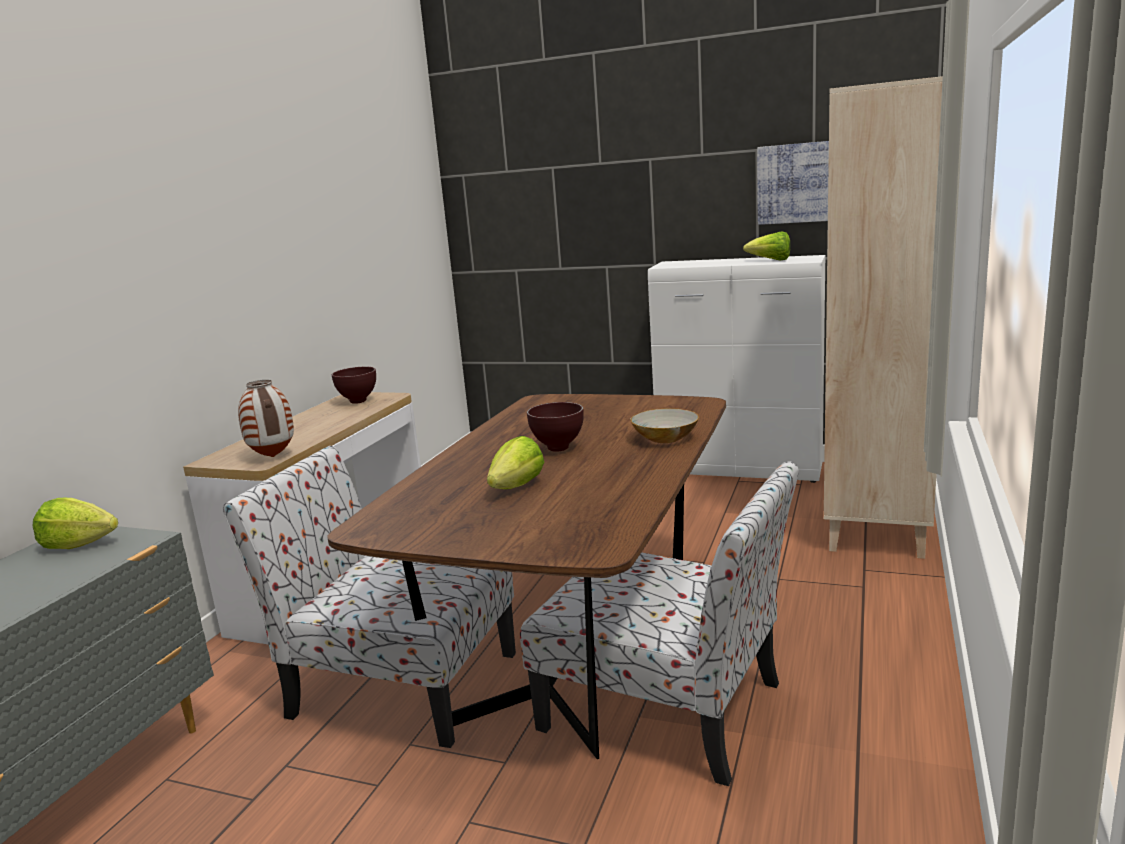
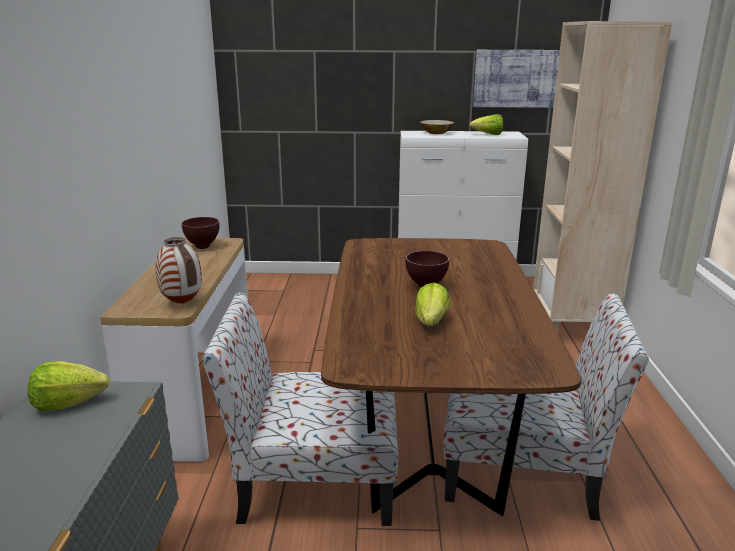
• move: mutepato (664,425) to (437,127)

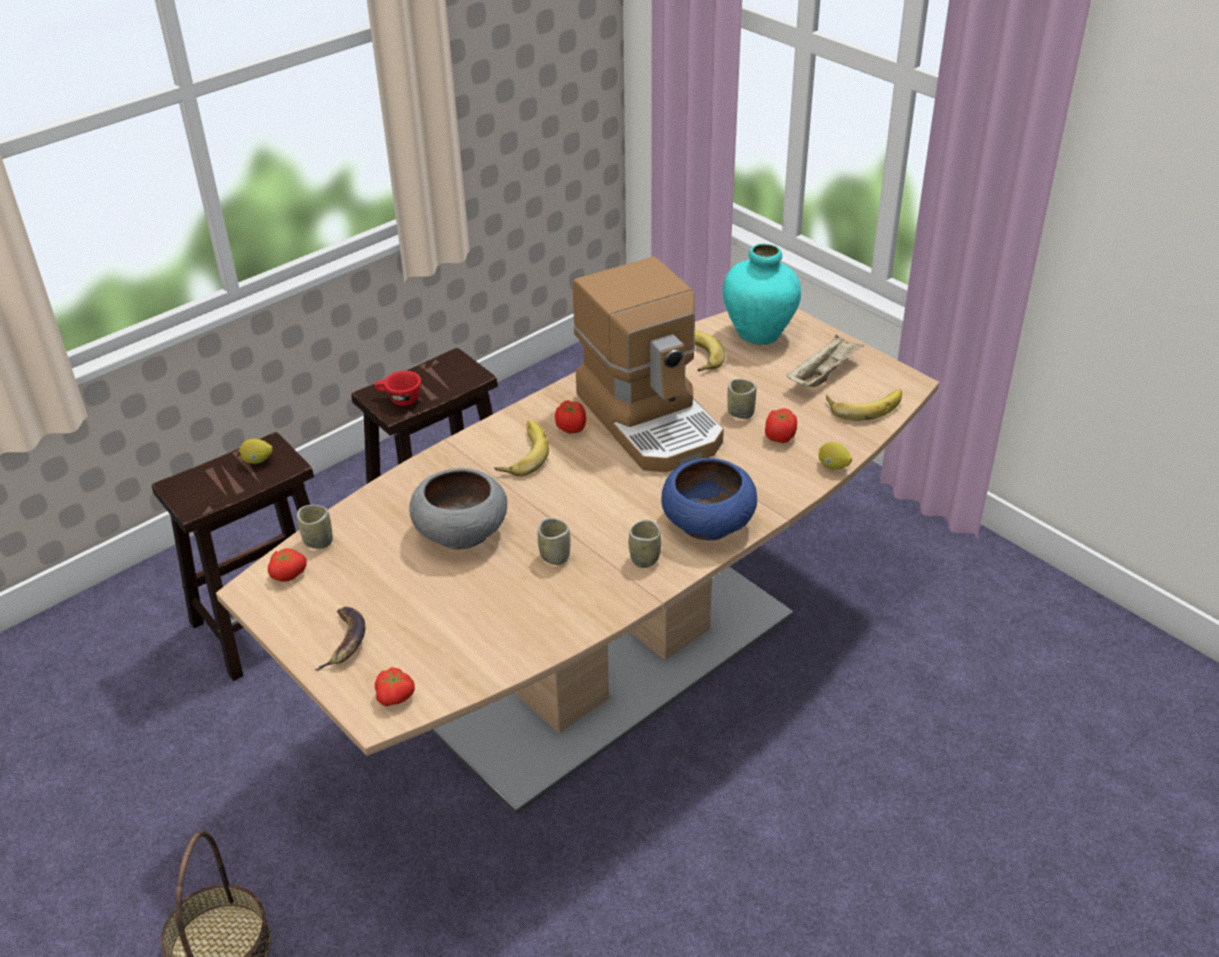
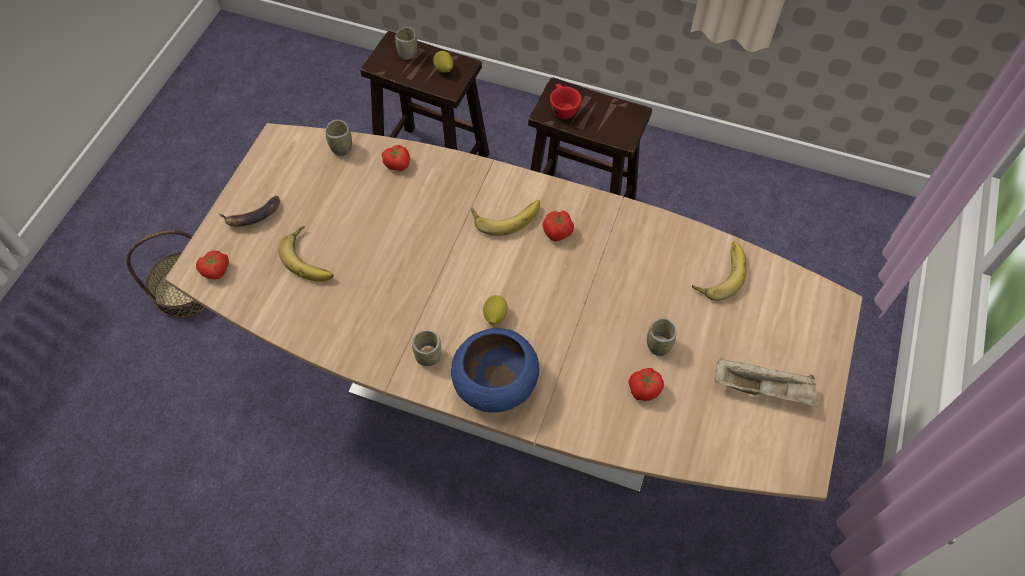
• delete: mutepato (grey) (458,509)
• delete: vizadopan (648,364)
• delete: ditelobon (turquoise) (762,294)
• move: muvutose (287,565) to (396,158)
• move: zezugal (554,541) to (406,43)
• move: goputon (835,456) to (495,310)
• move: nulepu (864,405) to (306,254)

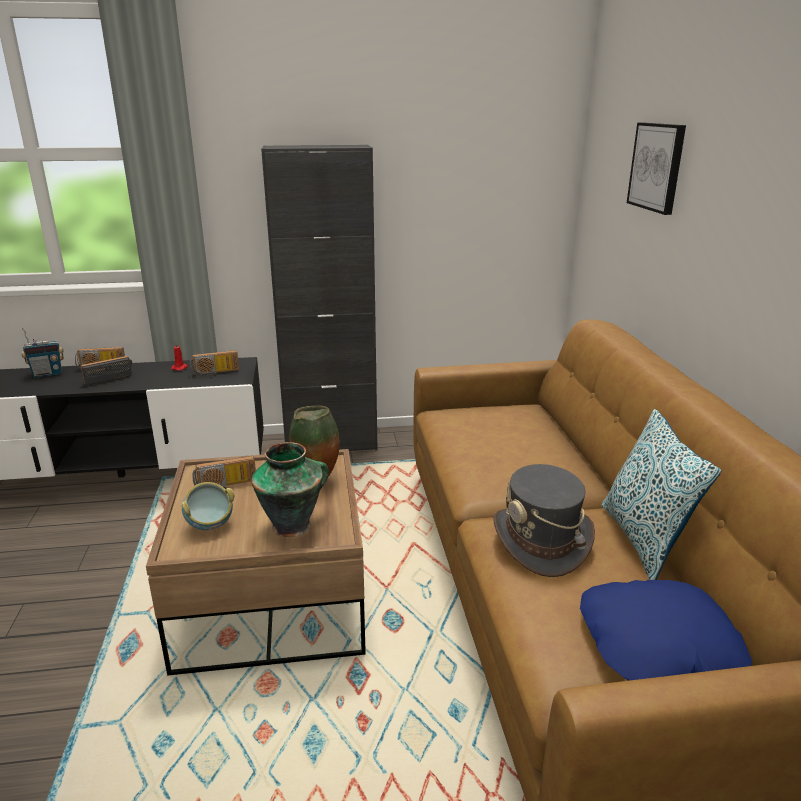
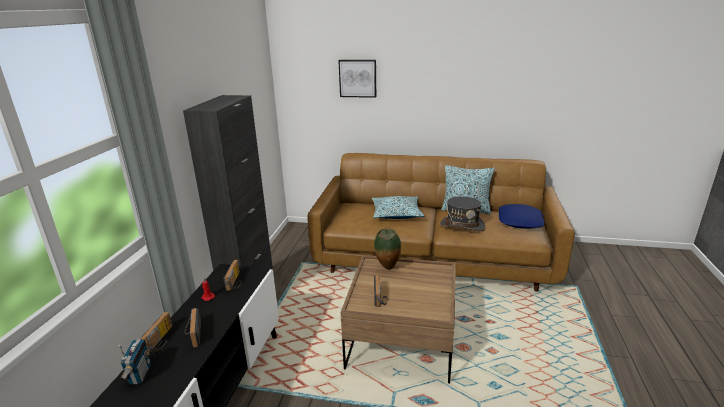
• delete: mutepato (208,506)
• delete: ditelobon (290,489)
• insert: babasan (398,207)

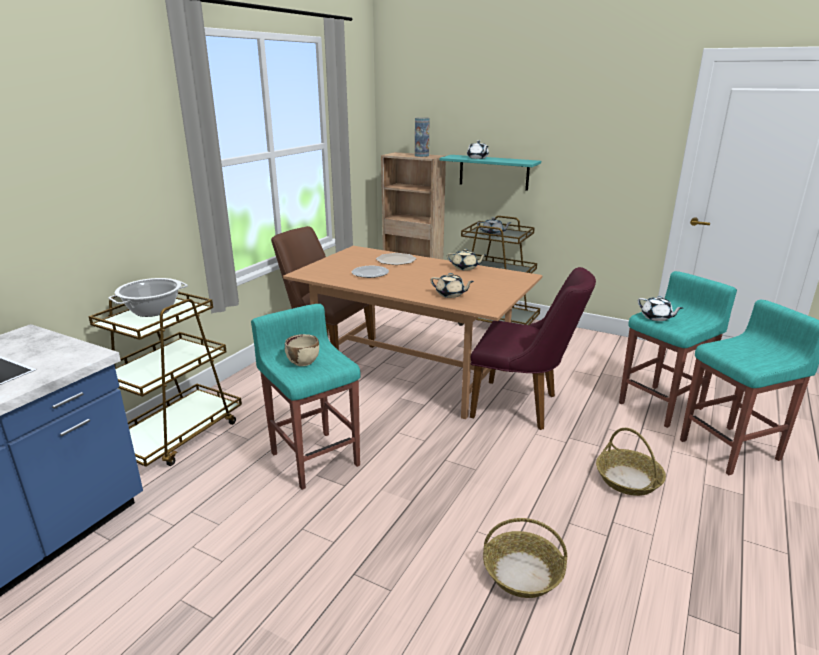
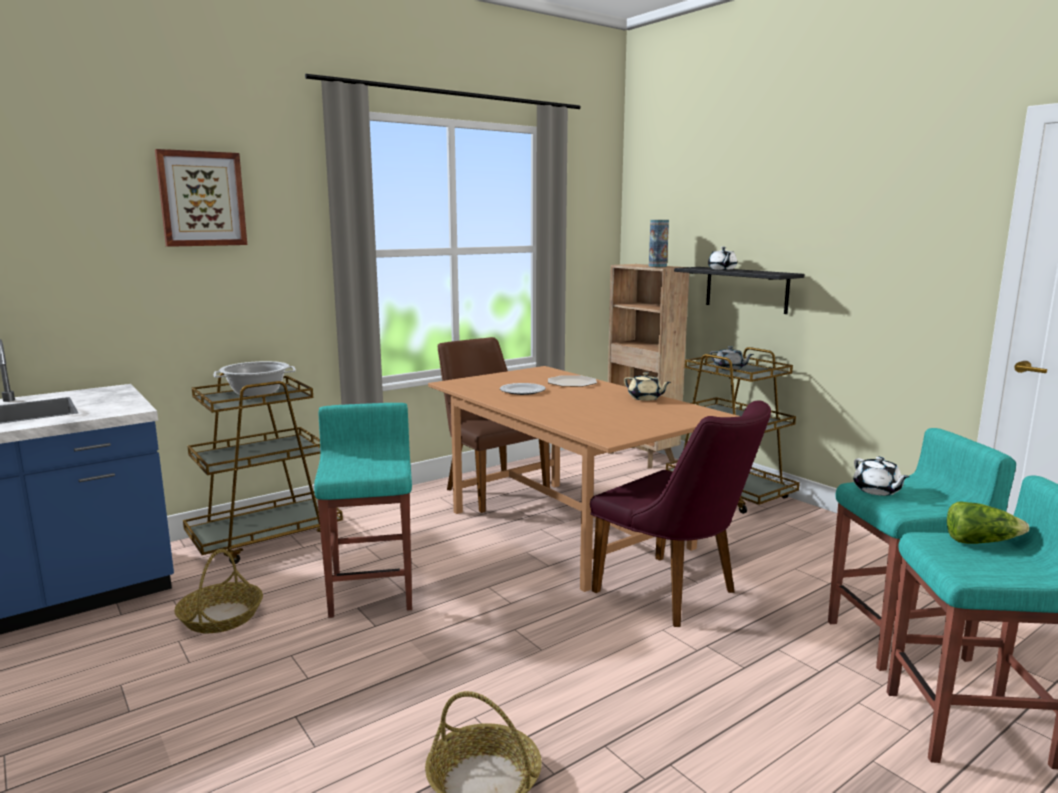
• delete: mutepato (beige) (302,350)
• delete: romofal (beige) (452,285)
• insert: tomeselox (201,198)
• insert: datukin (988,522)
• move: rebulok (631,462) to (218,591)
• recolor: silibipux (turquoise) (490,173) to silibipux (black) (739,290)

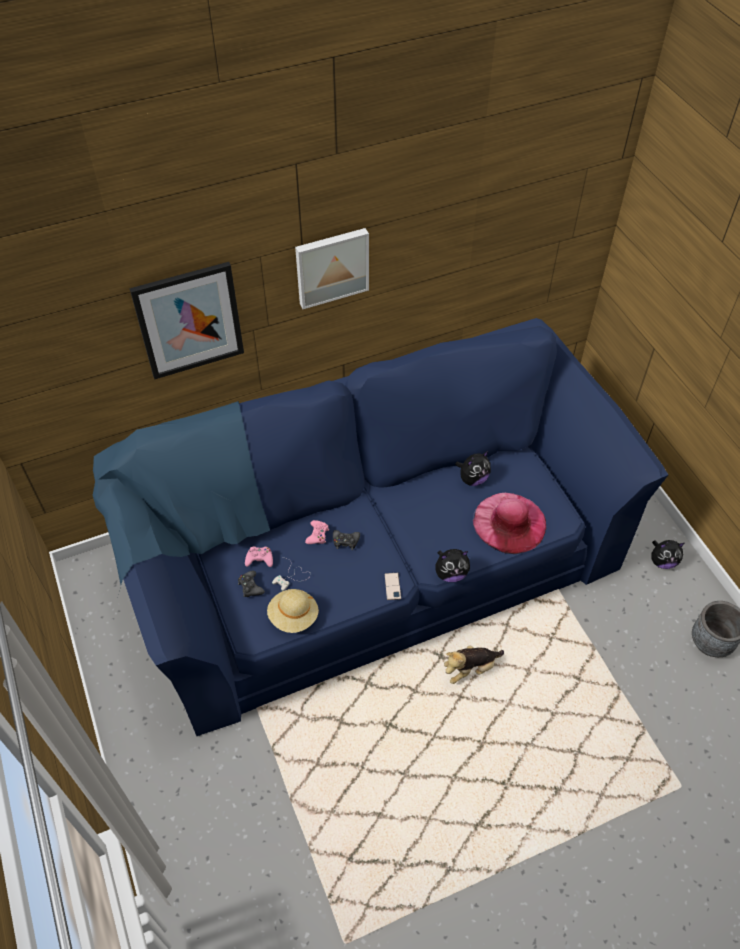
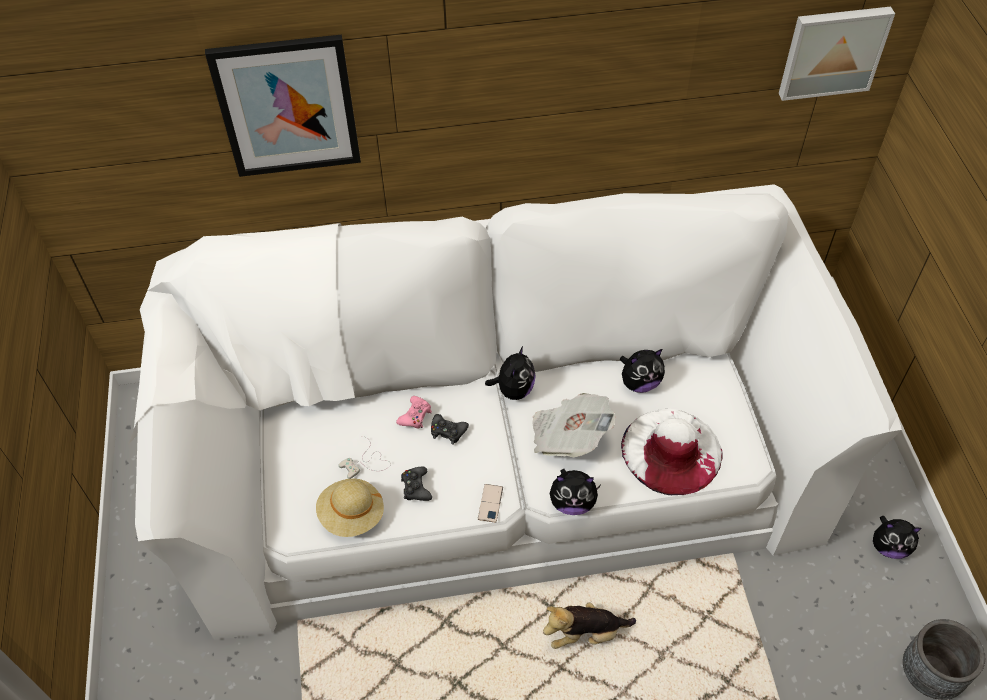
• delete: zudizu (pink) (259,556)
• insert: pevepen (510,373)
• insert: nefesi (574,425)
• move: zudizu (black) (251,584) to (416,484)
• move: tomeselox (332,268) to (837,53)
• recolor: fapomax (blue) (380,527) to fapomax (white) (515,411)
• recolor: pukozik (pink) (509,523) to pukozik (white) (672,452)

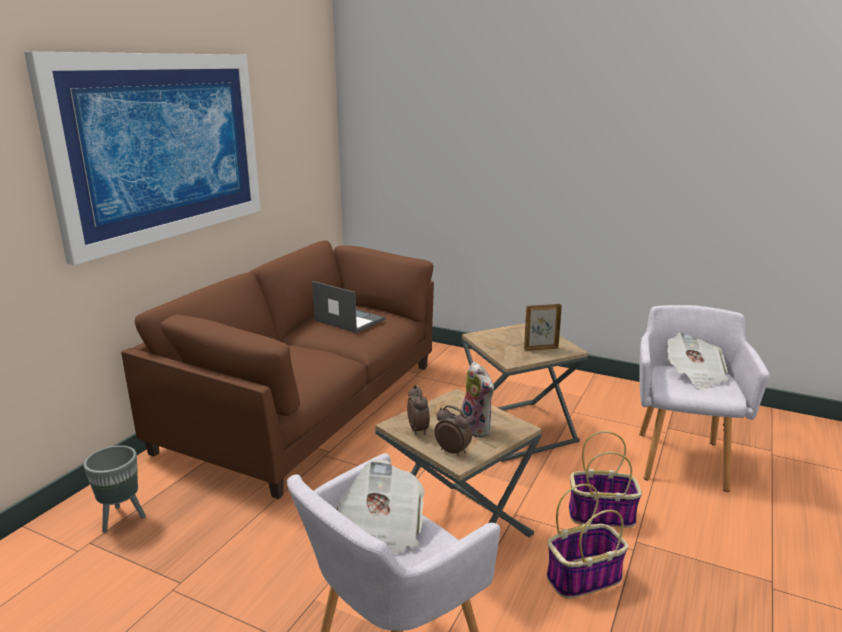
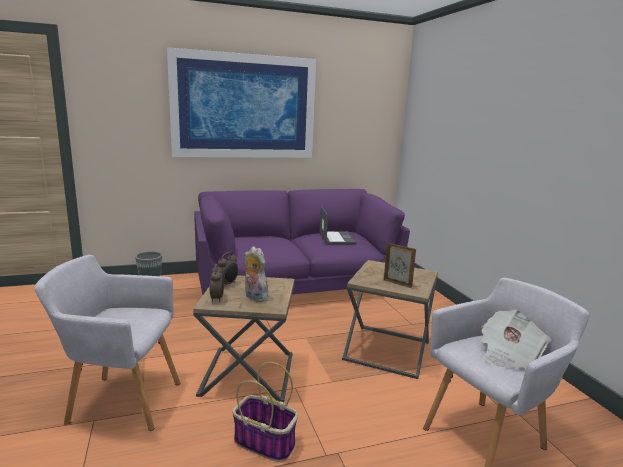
• delete: nefesi (380,506)
• delete: rebulok (605,479)
• recolor: fapomax (brown) (277,370) to fapomax (purple) (302,242)
• rotate: pevepen (477,399) = (256,274) 120 degrees clockwise

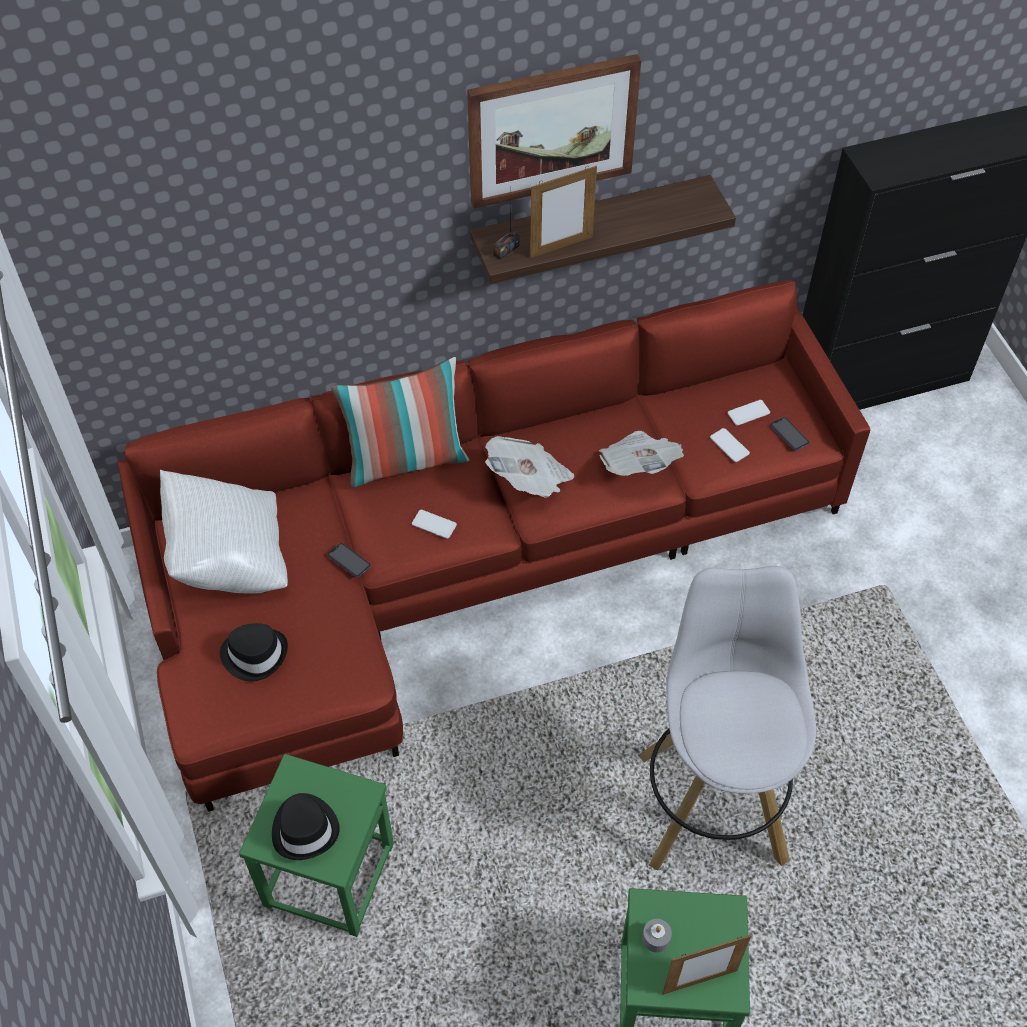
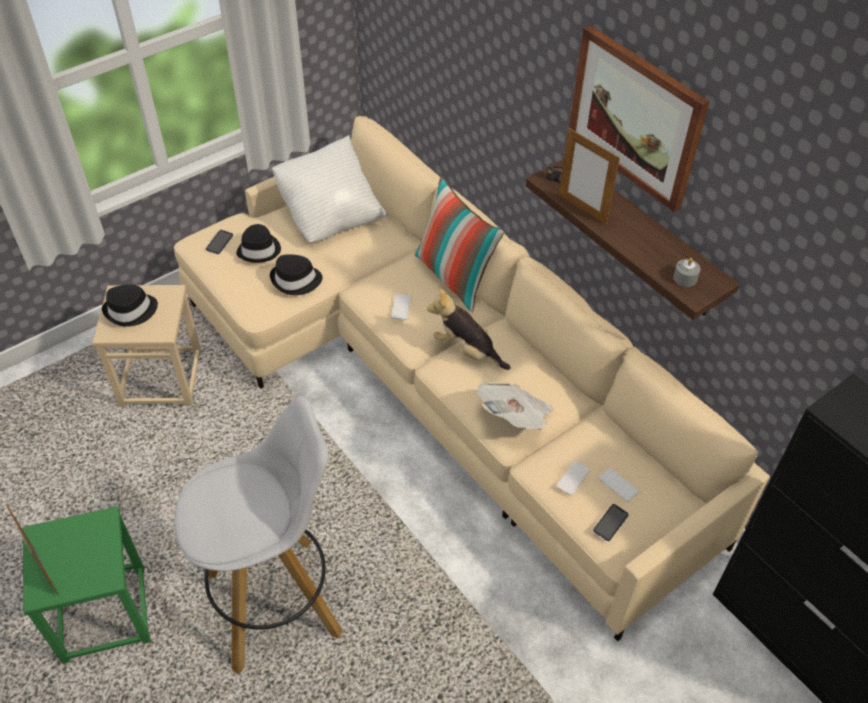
• insert: pukozik (black) (296,274)
• move: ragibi (349,560) to (219,242)
• move: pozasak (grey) (657,935) to (687,272)
• replace: nefesi (529,467) to pevepen (469,329)
• recolor: fapomax (red) (494,546) to fapomax (beige) (472,378)
• recolor: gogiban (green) (316,845) to gogiban (beige) (147,346)

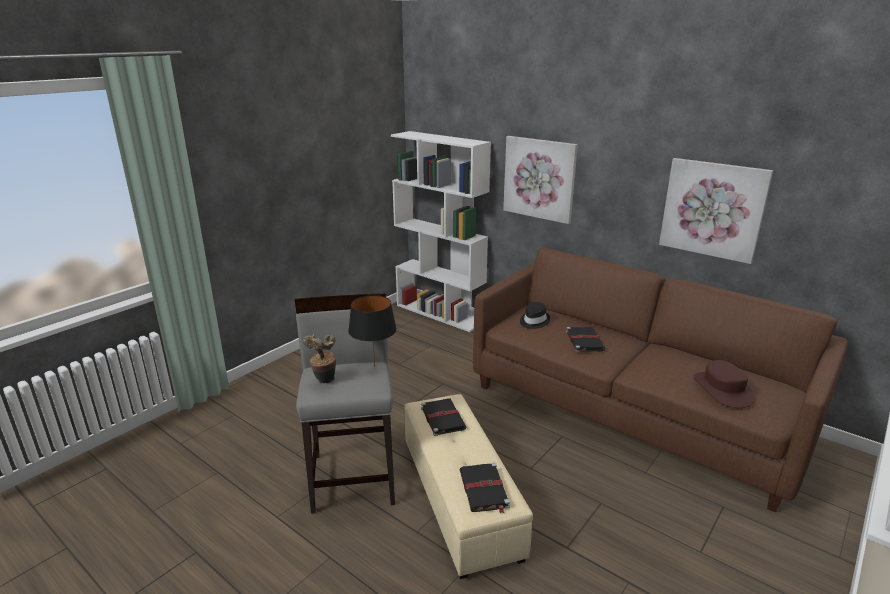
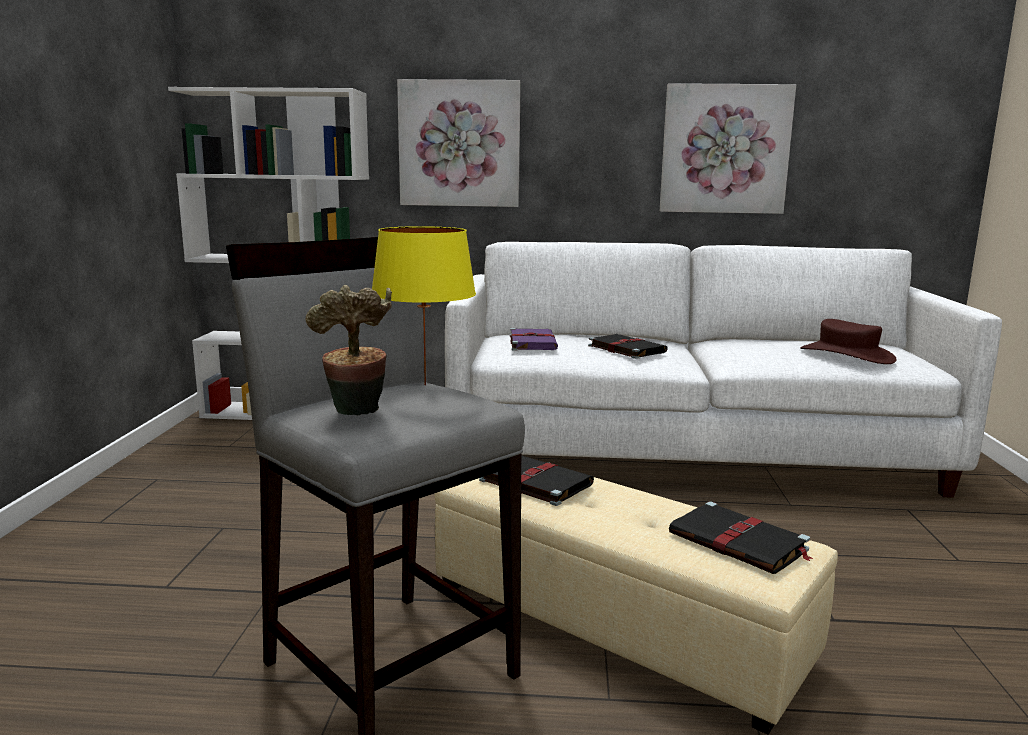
• replace: pukozik (black) (535,315) to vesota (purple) (534,339)
• recolor: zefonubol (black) (372,331) to zefonubol (yellow) (424,305)
• recolor: fapomax (brown) (660,380) to fapomax (white) (723,370)

